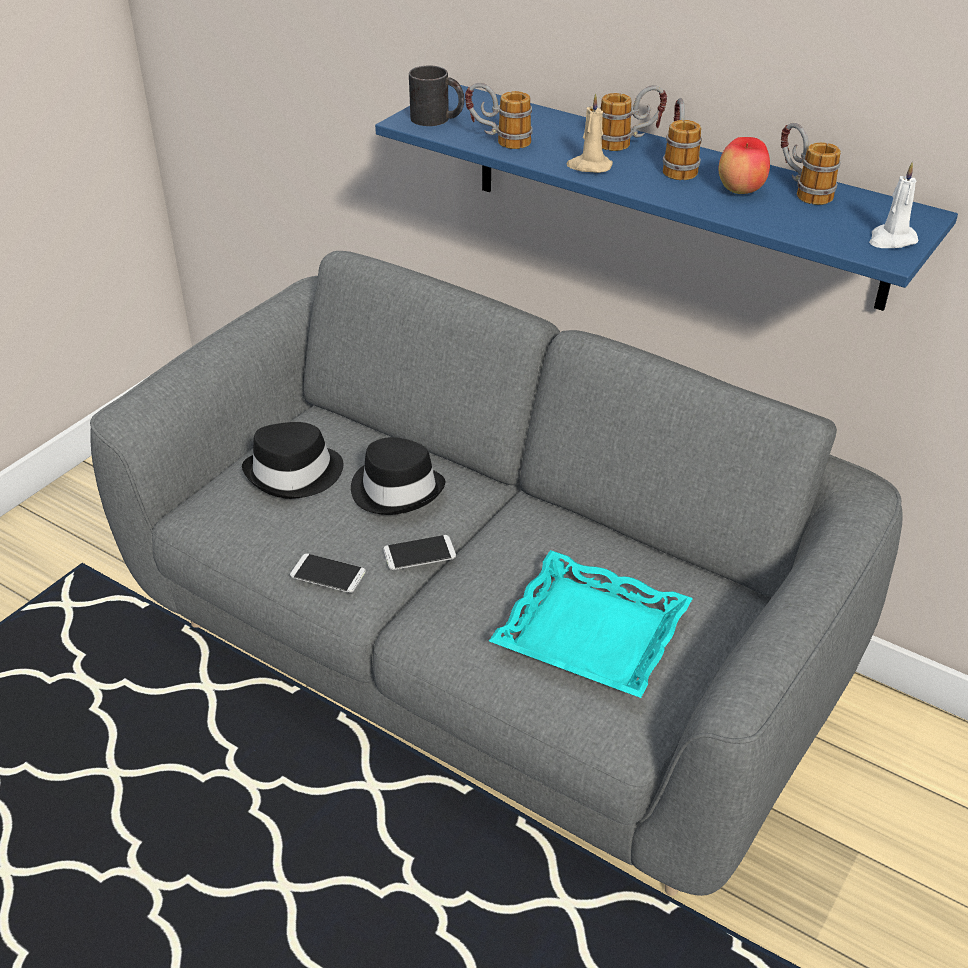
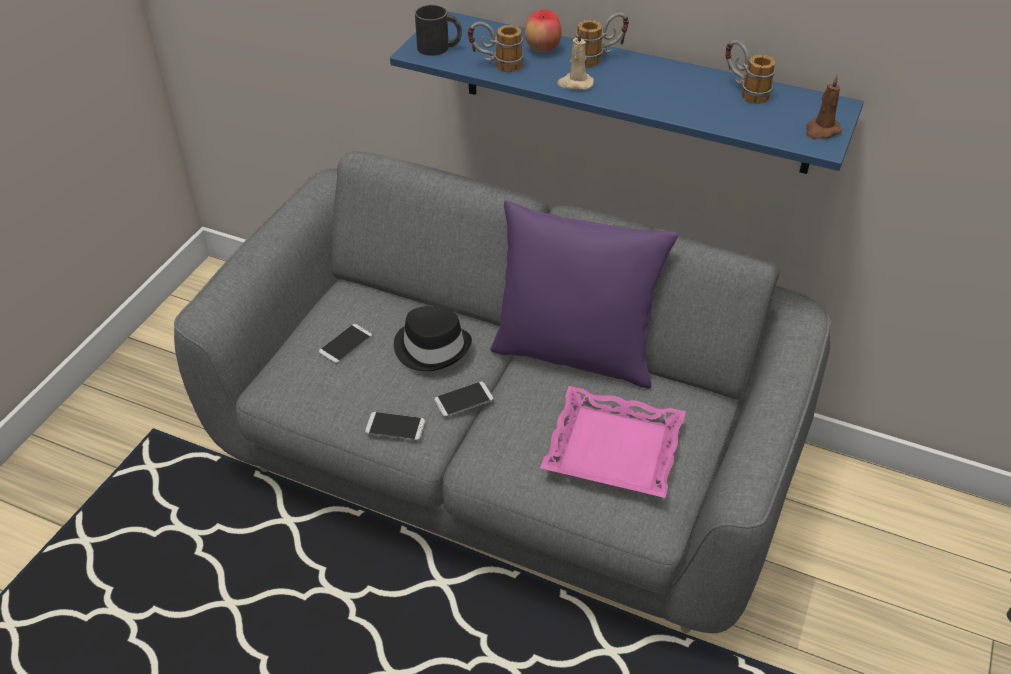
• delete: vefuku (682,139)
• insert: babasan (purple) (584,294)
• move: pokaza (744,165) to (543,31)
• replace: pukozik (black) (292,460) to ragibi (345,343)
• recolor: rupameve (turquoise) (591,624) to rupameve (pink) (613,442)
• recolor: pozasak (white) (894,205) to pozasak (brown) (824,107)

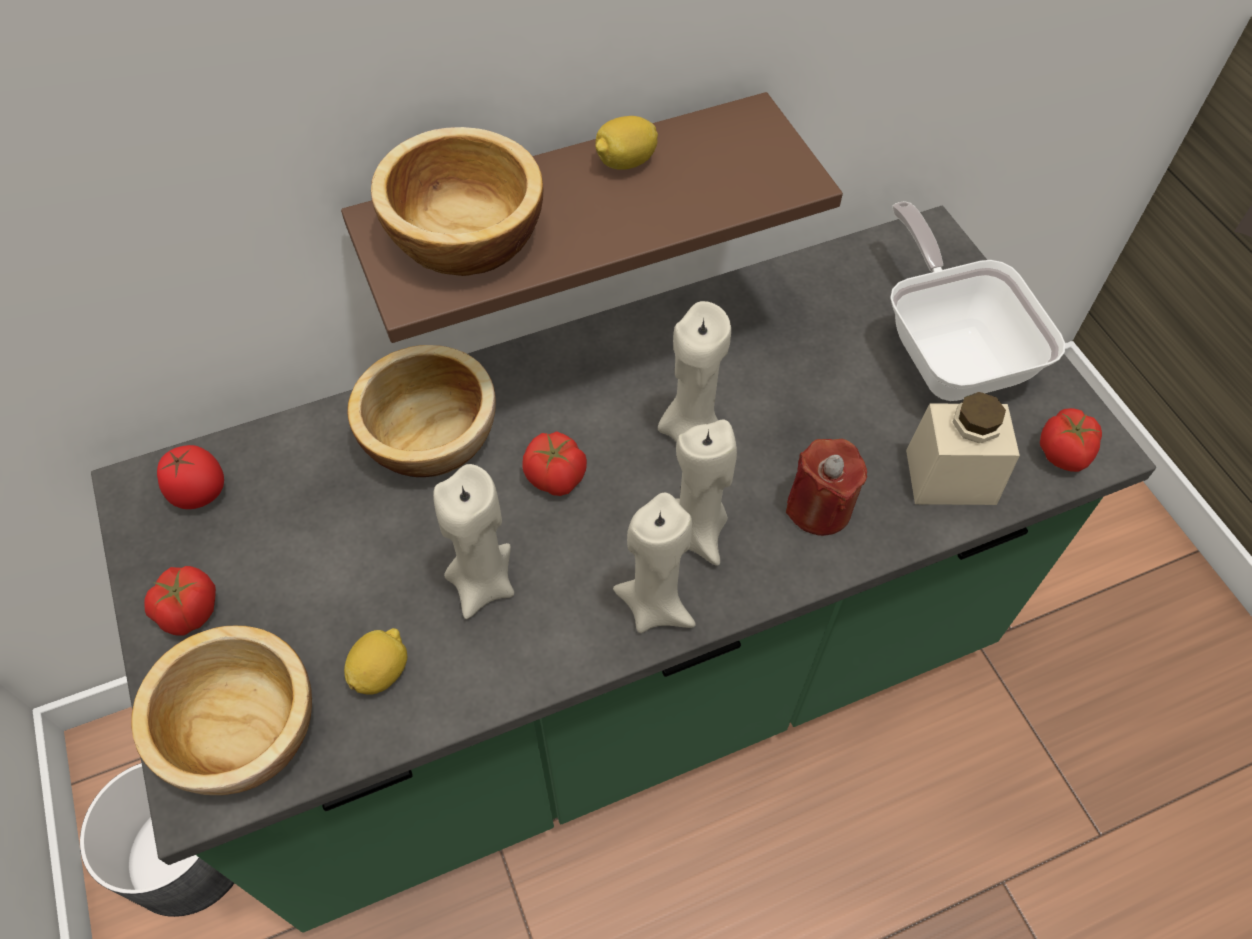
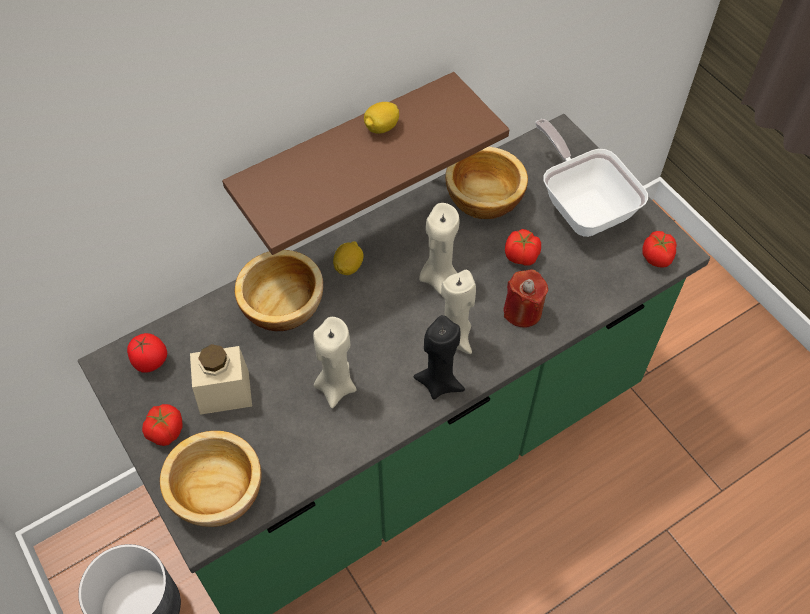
• move: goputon (375,661) to (348,258)
• move: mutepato (457,201) to (486,183)
• move: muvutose (555,463) to (523,247)
• move: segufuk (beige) (963,448) to (221,379)
• recolor: pozasak (beige) (654,563) to pozasak (black) (439,357)

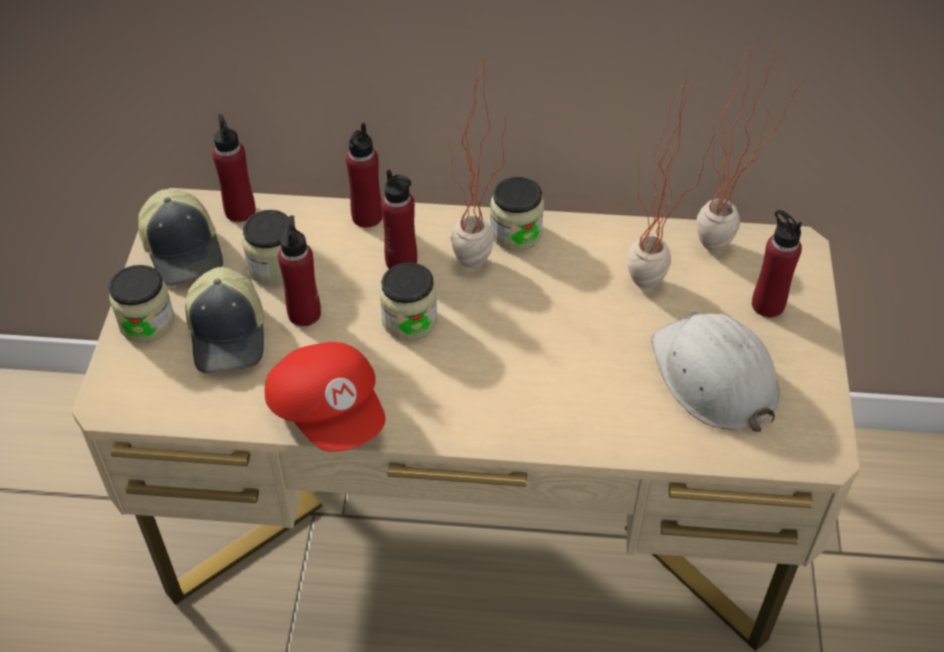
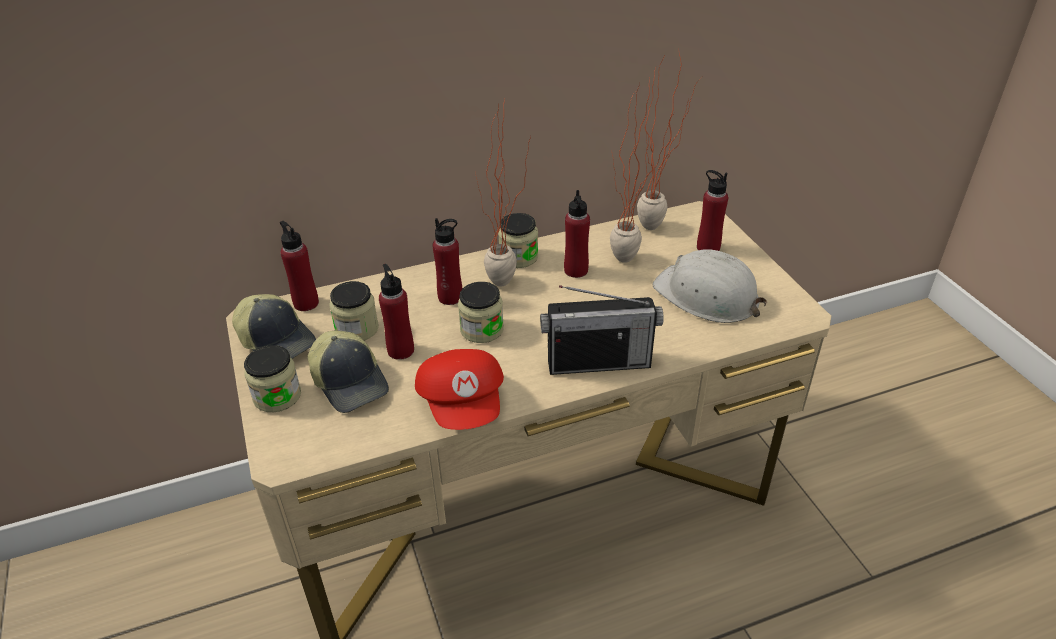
• insert: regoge (602,330)
• move: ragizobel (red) (364,175) to (577,234)
• rotate: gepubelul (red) (325,397) = (459,389) 45 degrees clockwise

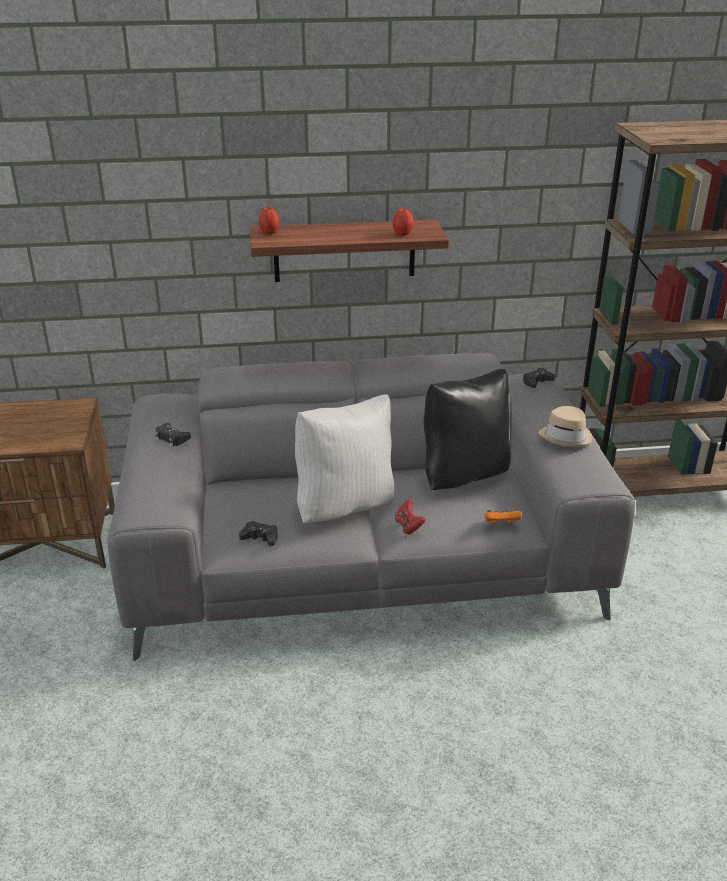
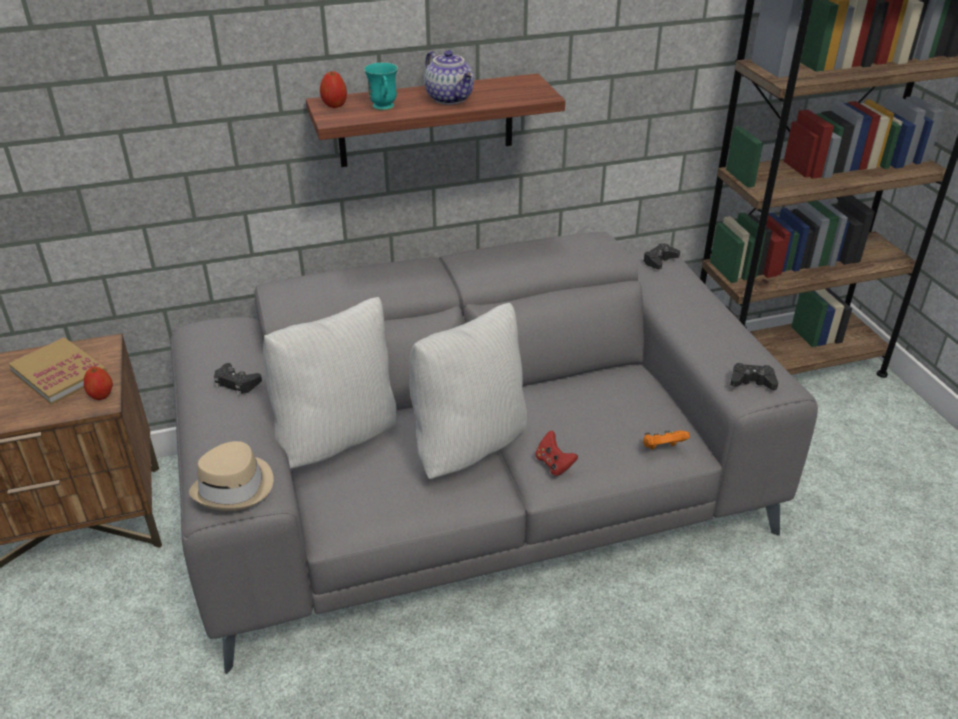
• delete: babasan (black) (467,429)
• insert: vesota (58,371)
• insert: babasan (white) (330,383)
• insert: vefuku (turquoise) (381,86)
• insert: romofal (449,77)
• move: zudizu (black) (258,533) to (754,376)
• move: pokaza (403,222) to (98,383)
• move: pukozik (beige) (566,426) to (231,476)

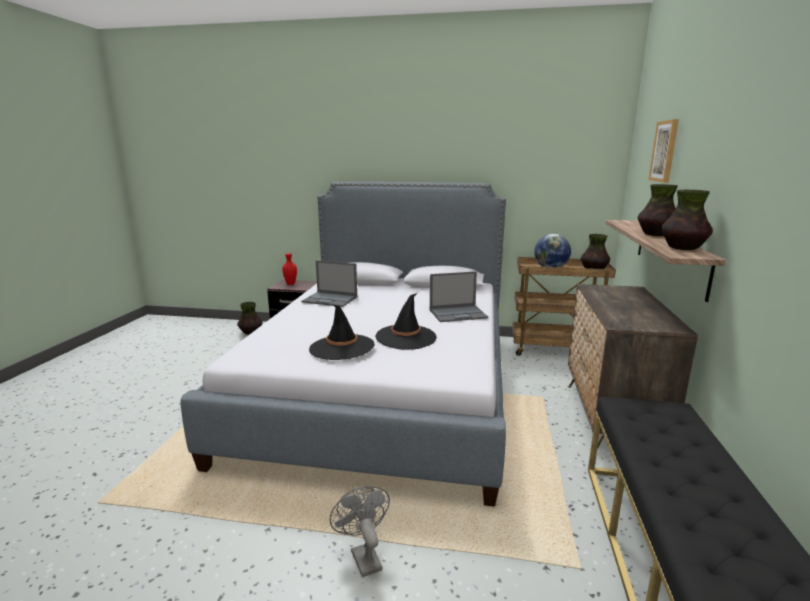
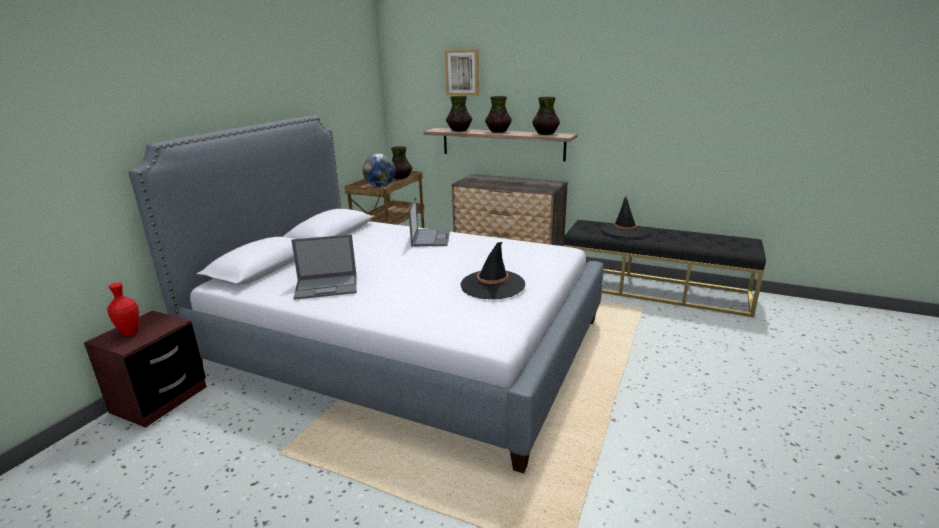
• delete: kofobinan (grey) (360,532)
• move: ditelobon (250,318) to (459,114)
• move: pukozik (black) (406,321) to (625,217)
• rotate: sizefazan (329,284) = (324,267) 45 degrees clockwise

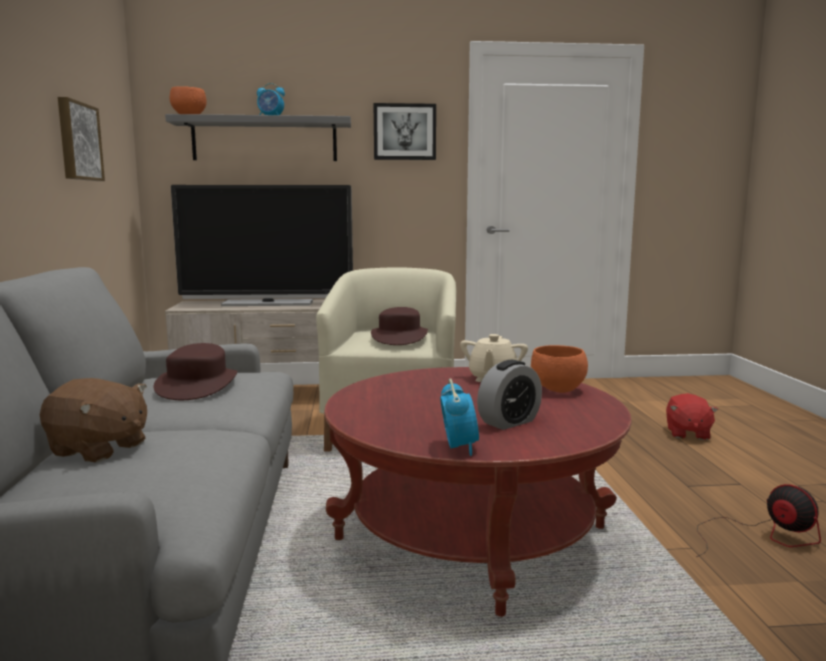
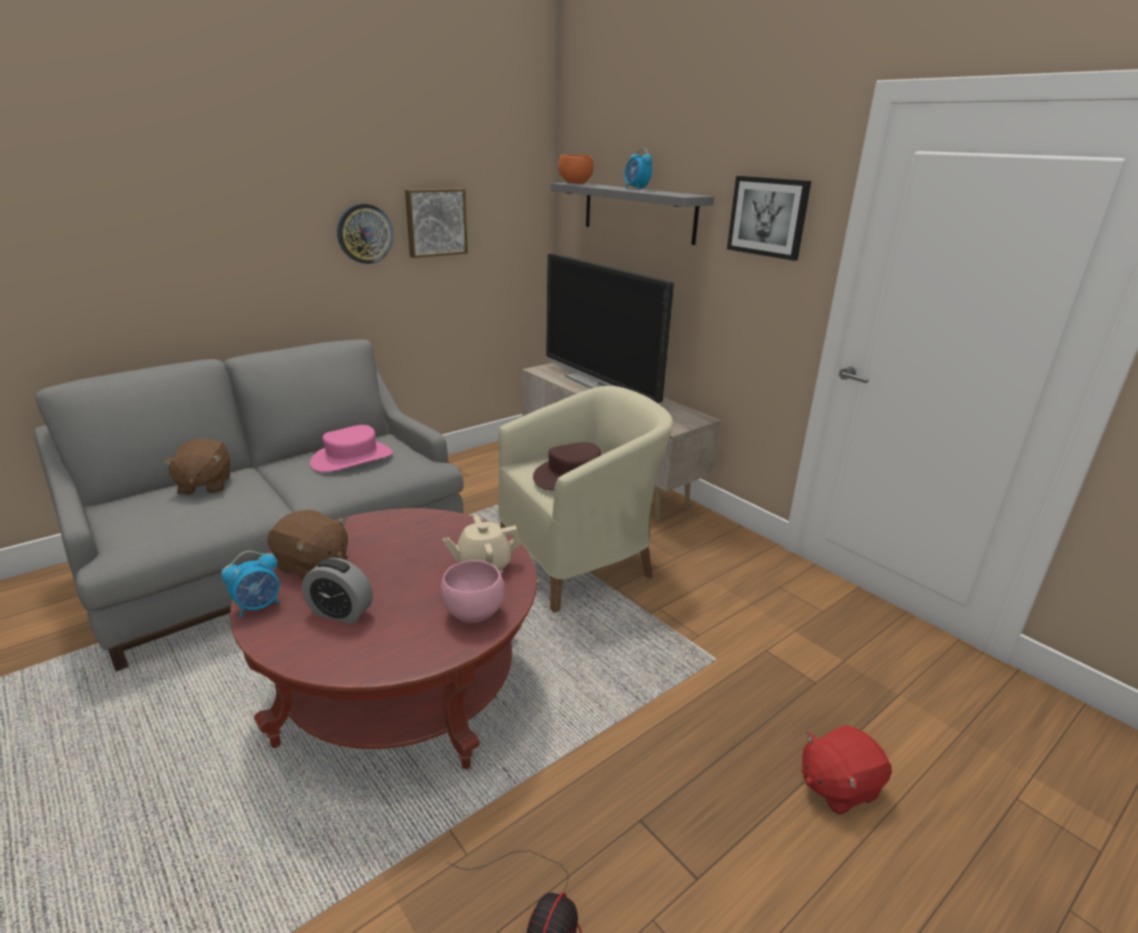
• insert: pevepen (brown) (307,545)
• insert: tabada (365,234)
• recolor: pukozik (brown) (195,371) to pukozik (pink) (351,448)
• recolor: mutepato (orange) (559,369) to mutepato (pink) (473,591)

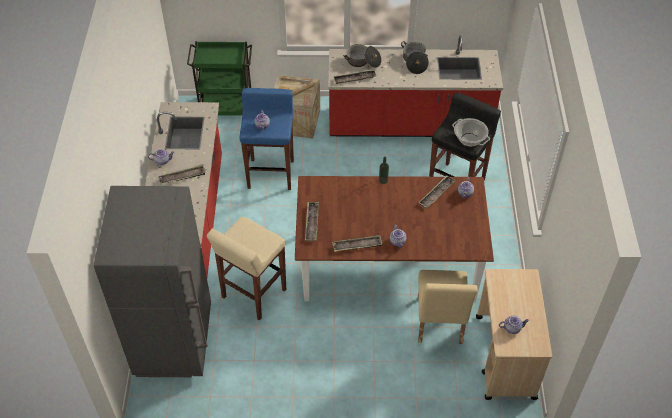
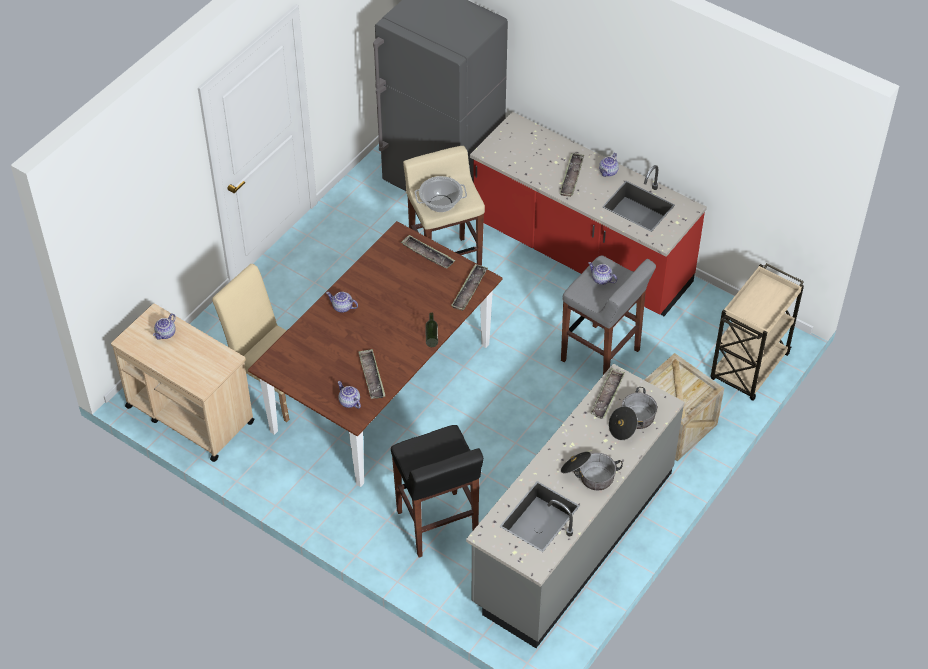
• move: rupameve (357,243) to (469,287)
• move: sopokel (471,132) to (441,194)
• recolor: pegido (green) (219,78) to pegido (beige) (757,332)
• recolor: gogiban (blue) (267,139) to gogiban (grey) (608,315)
• recolor: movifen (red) (415,86) to movifen (grey) (575,506)

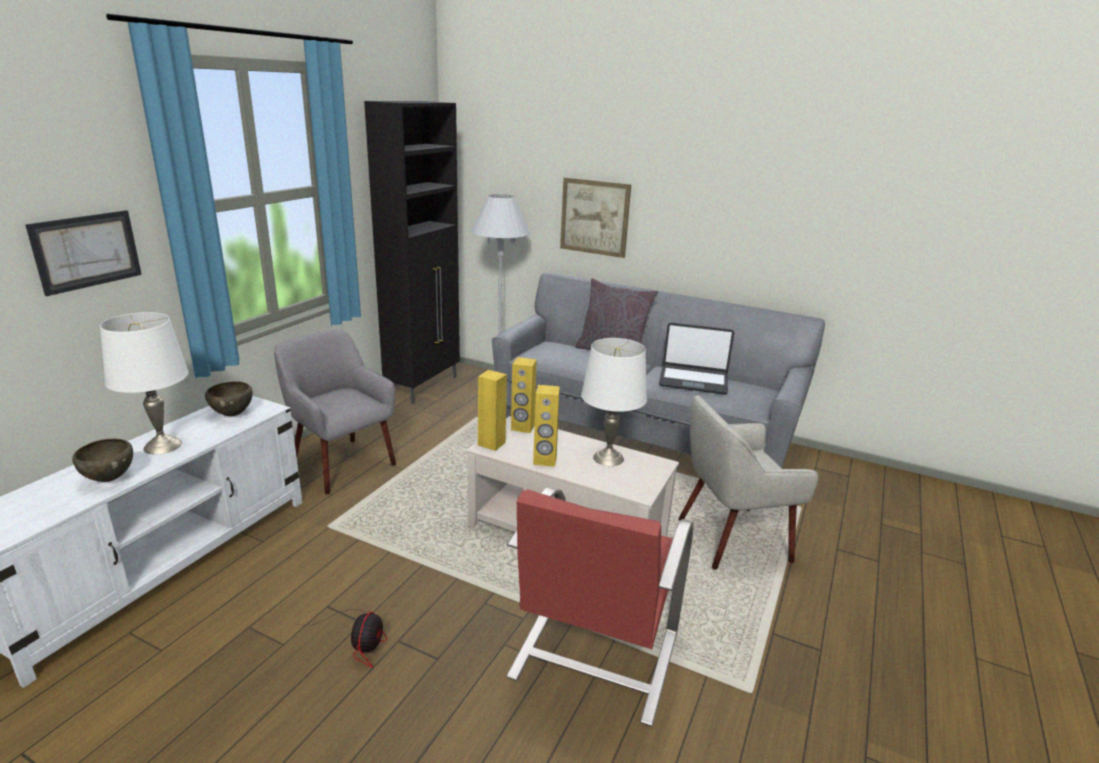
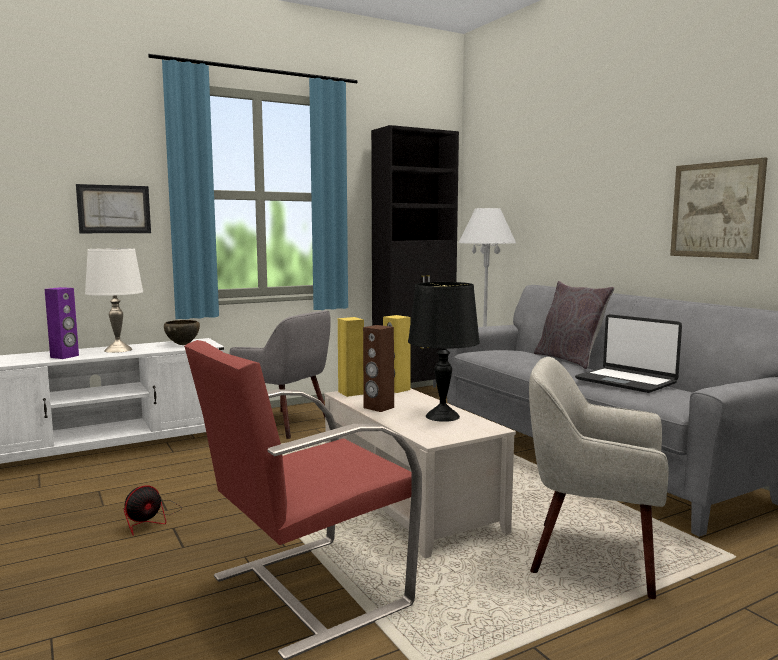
• move: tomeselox (595,218) to (718,208)
• replace: mutepato (brown) (102,460) to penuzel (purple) (62,323)
• recolor: penuzel (yellow) (546,426) to penuzel (brown) (378,368)
• recolor: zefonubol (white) (614,402) to zefonubol (black) (444,352)
• rotate: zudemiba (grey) (335,411) = (280,374) 135 degrees clockwise

